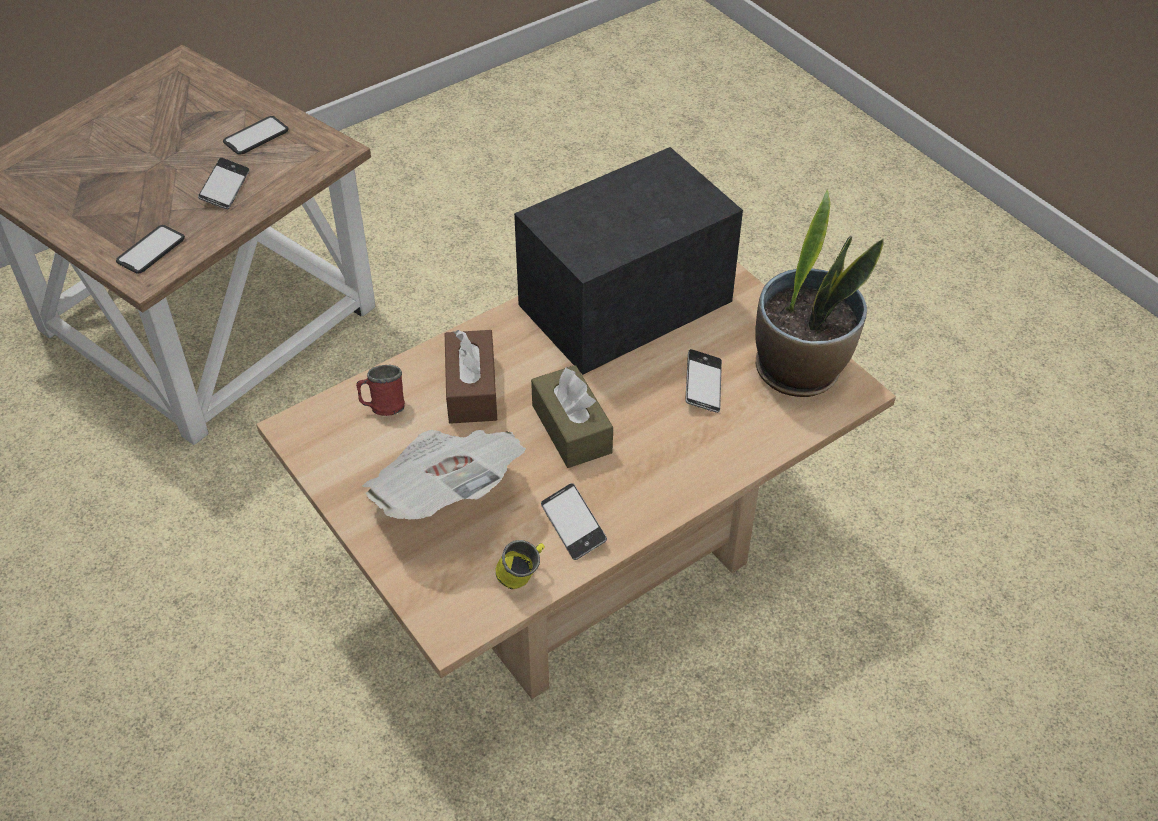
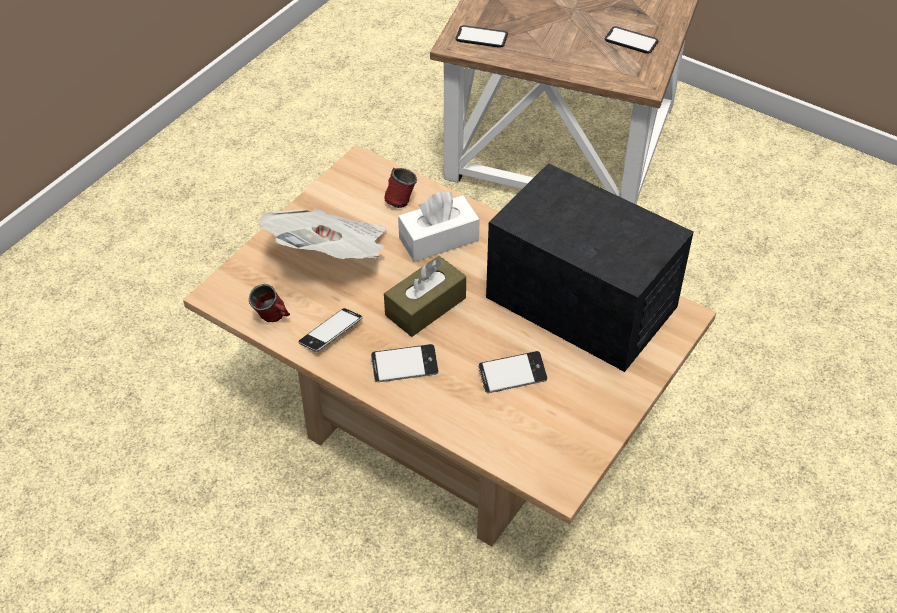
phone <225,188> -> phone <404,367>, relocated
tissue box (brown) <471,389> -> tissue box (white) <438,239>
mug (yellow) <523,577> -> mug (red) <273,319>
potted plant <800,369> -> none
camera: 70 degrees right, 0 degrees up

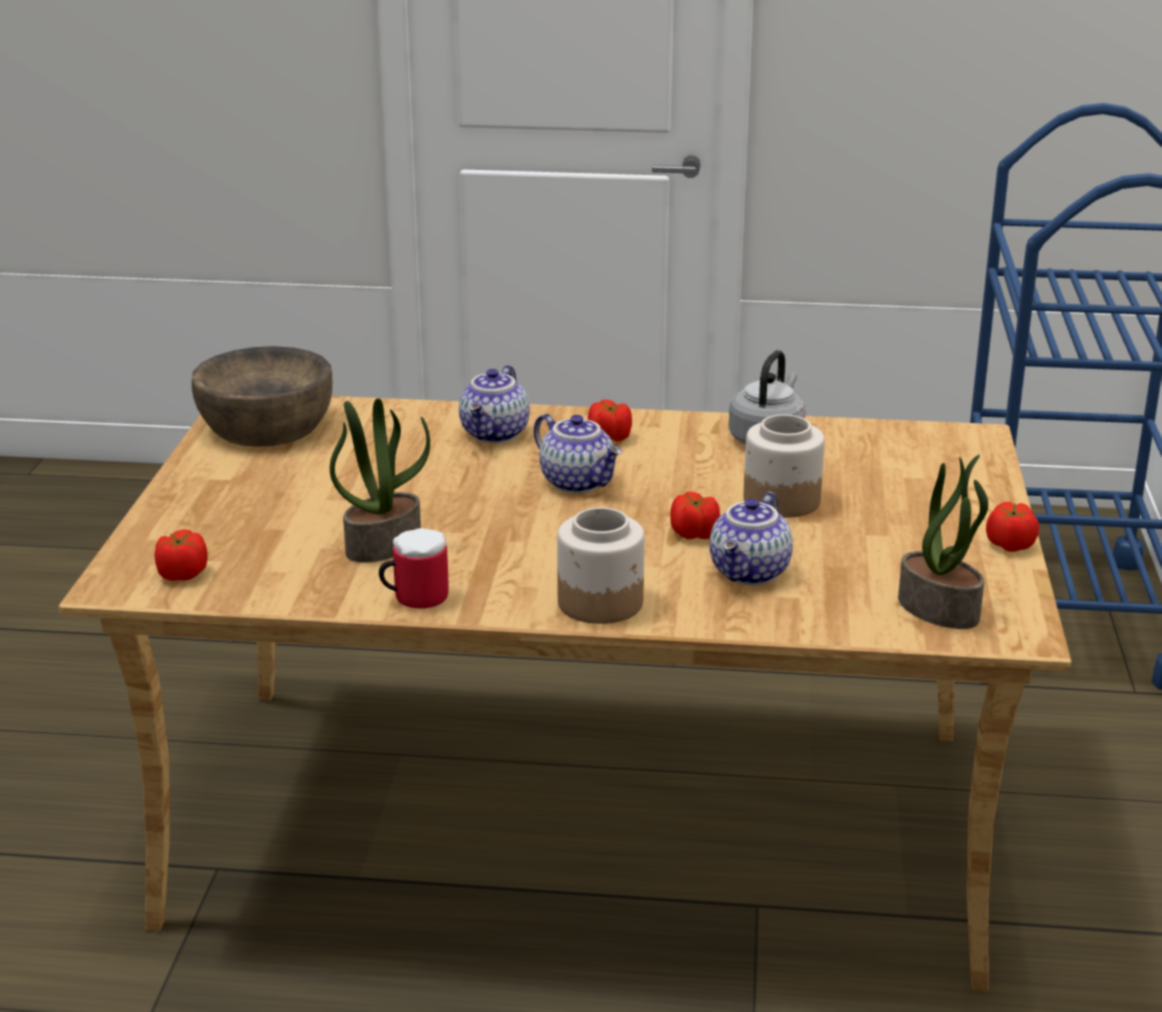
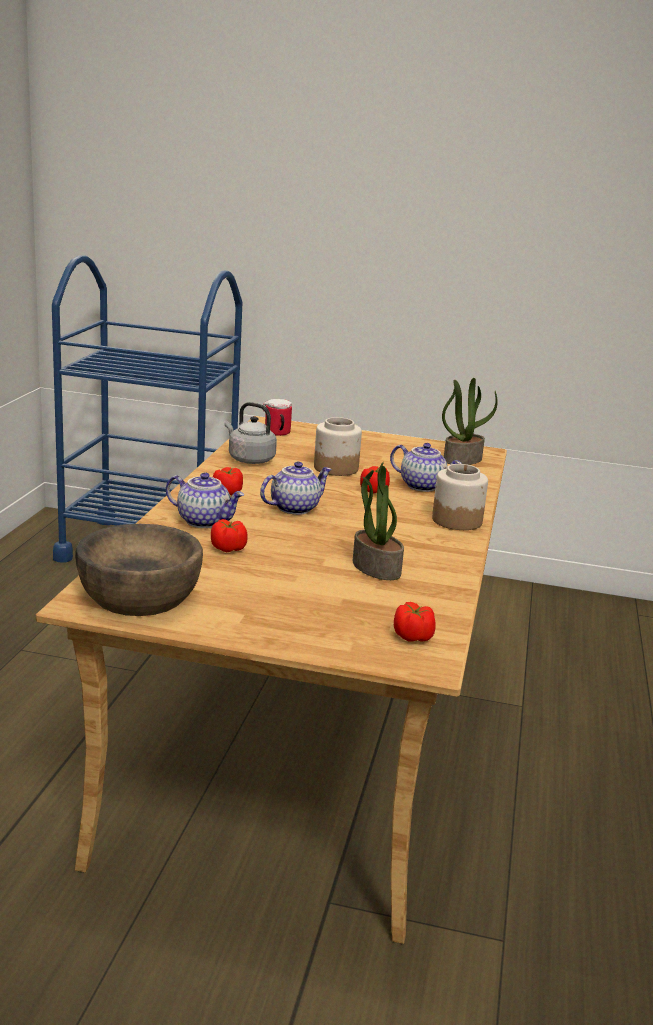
mug <413,597> -> mug <277,433>, relocated
tomato <1010,545> -> tomato <228,548>, relocated
camera: 85 degrees left, 5 degrees down

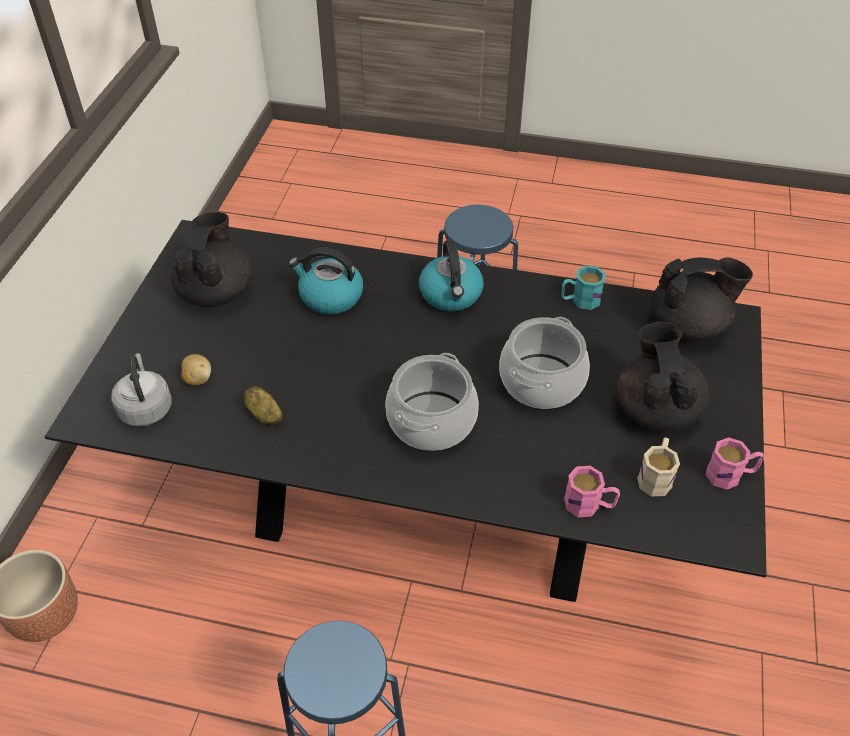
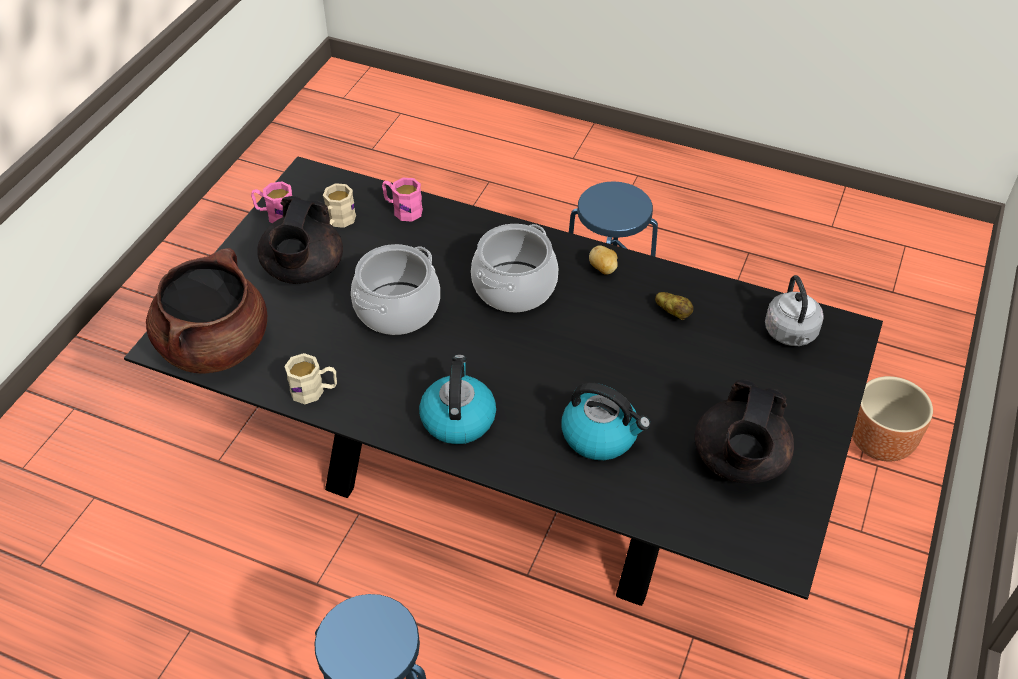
potato <197,379> -> potato <603,269>, relocated
mug (turquoise) <580,300> -> mug (beige) <314,391>
teapot (black) <689,325> -> cooking pot (brown) <215,346>
camera: 170 degrees left, 0 degrees up

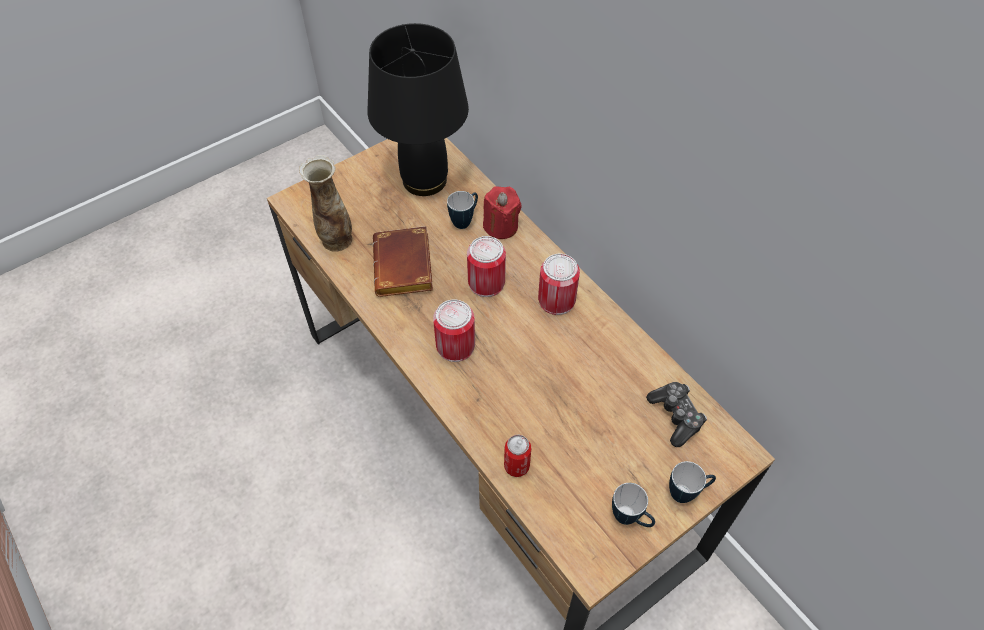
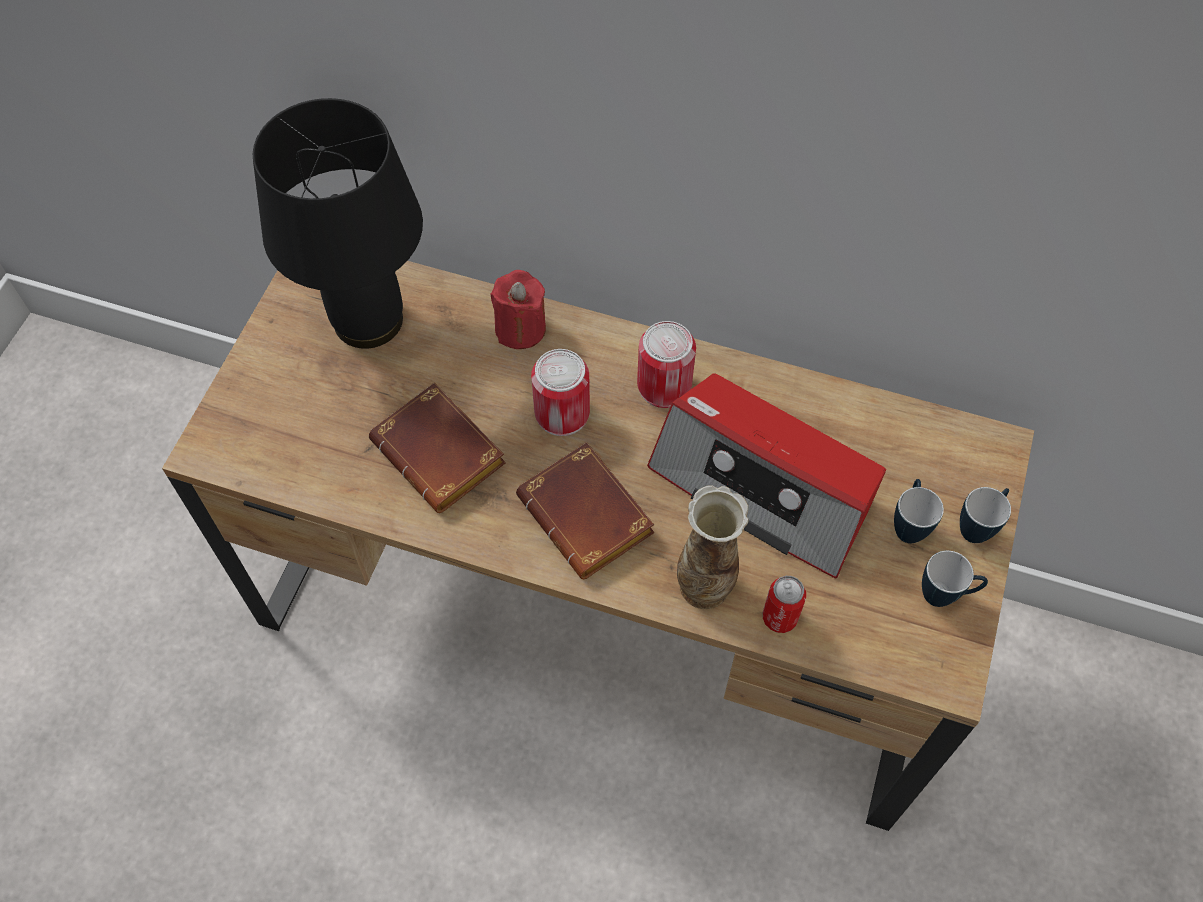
vase <336,240> -> vase <704,588>, relocated
can <455,346> -> book (brown) <590,517>
mug <465,220> -> mug <908,524>, relocated
game controller <676,416> -> none
none -> radio <764,487>
camera: 35 degrees left, 5 degrees up

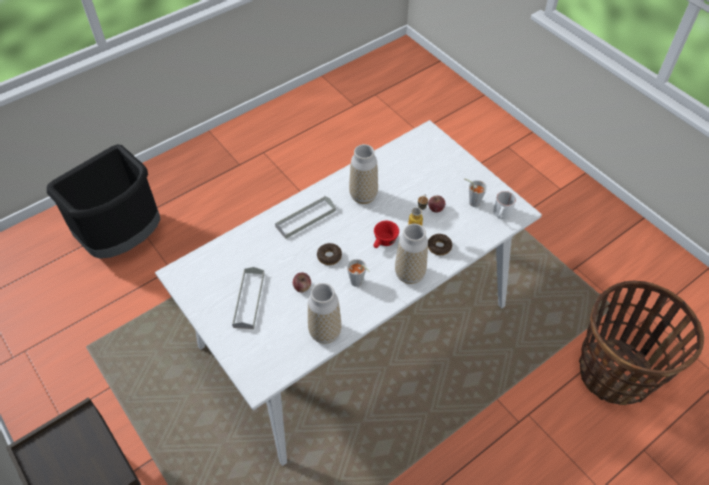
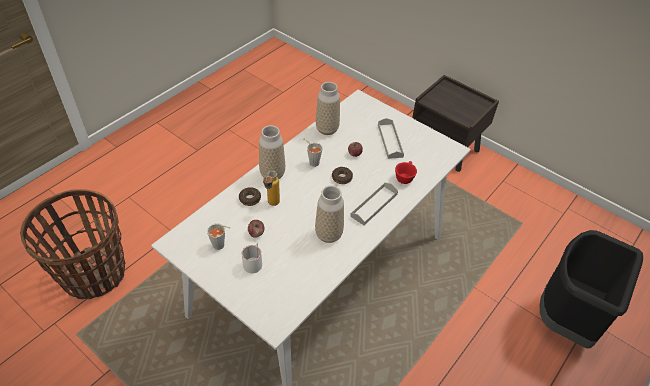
cup (red) <384,242> -> cup (red) <404,177>, relocated
mug (white) <502,215> -> mug (white) <253,262>, relocated
camera: 165 degrees right, 5 degrees down

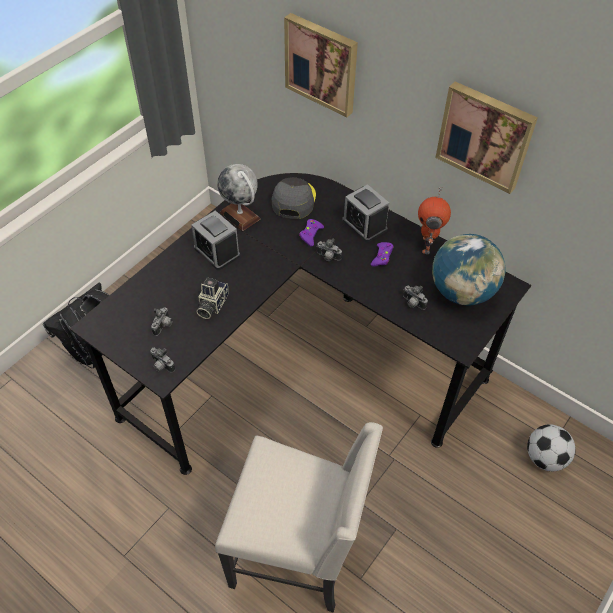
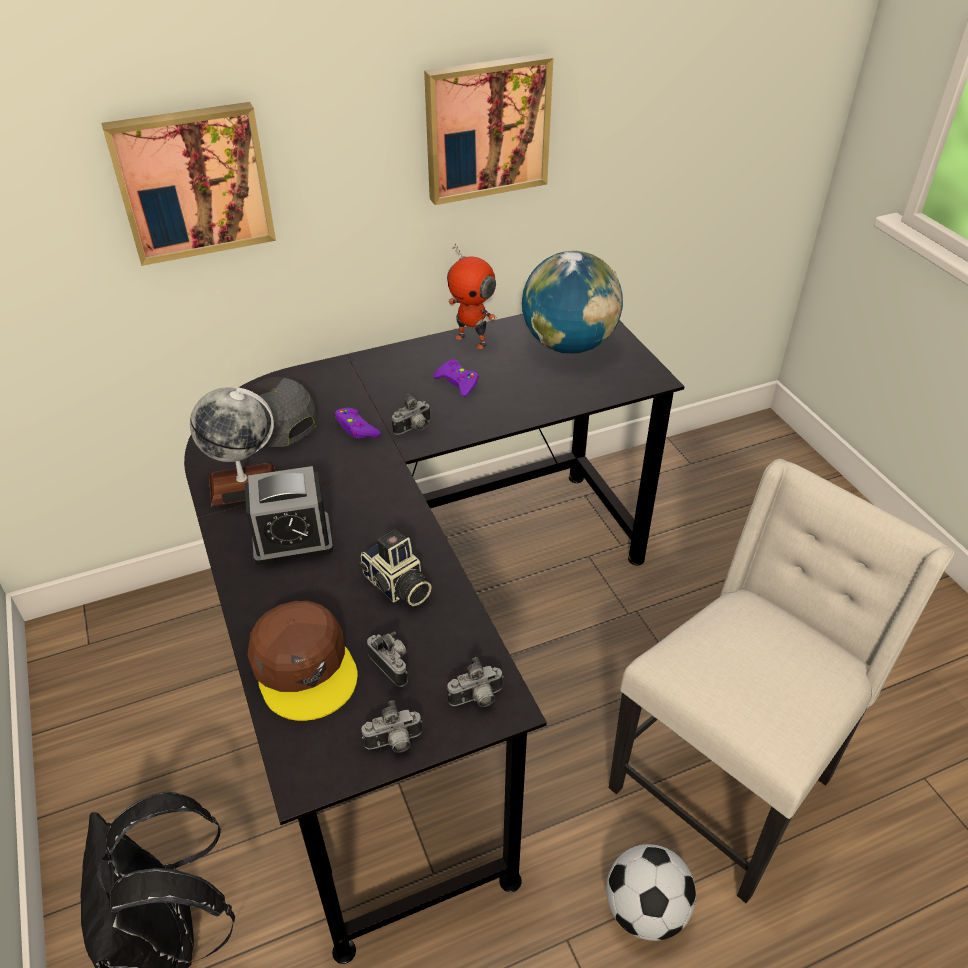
alarm clock <364,225> -> none
photo camera <412,303> -> photo camera <394,743>, relocated
football <544,458> -> football <644,911>, relocated
none -> cap (brown) <304,666>
camera: 60 degrees left, 10 degrees down

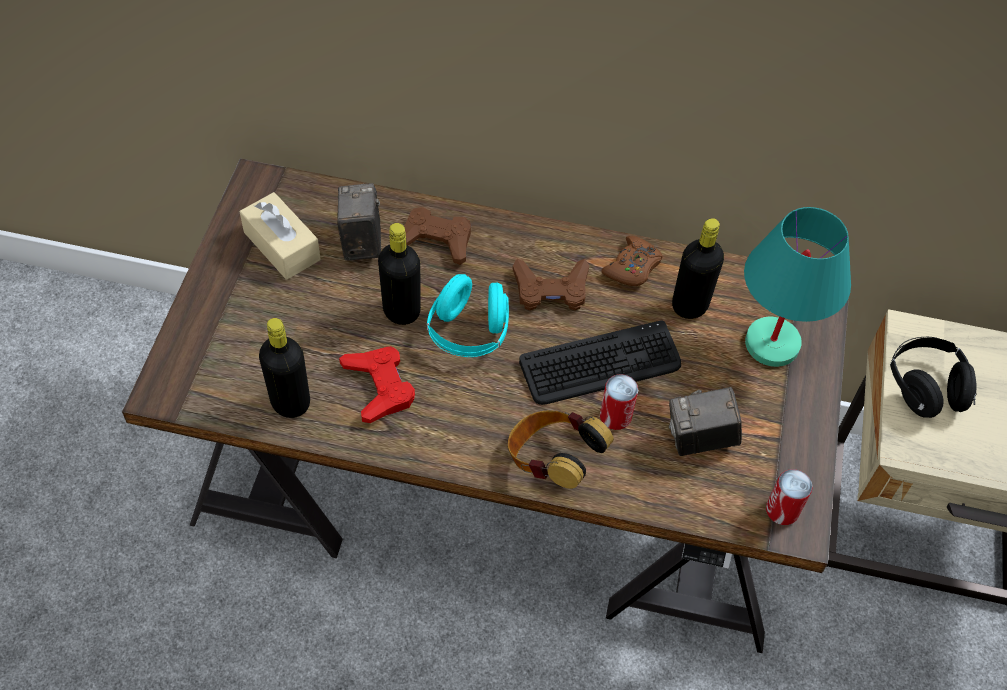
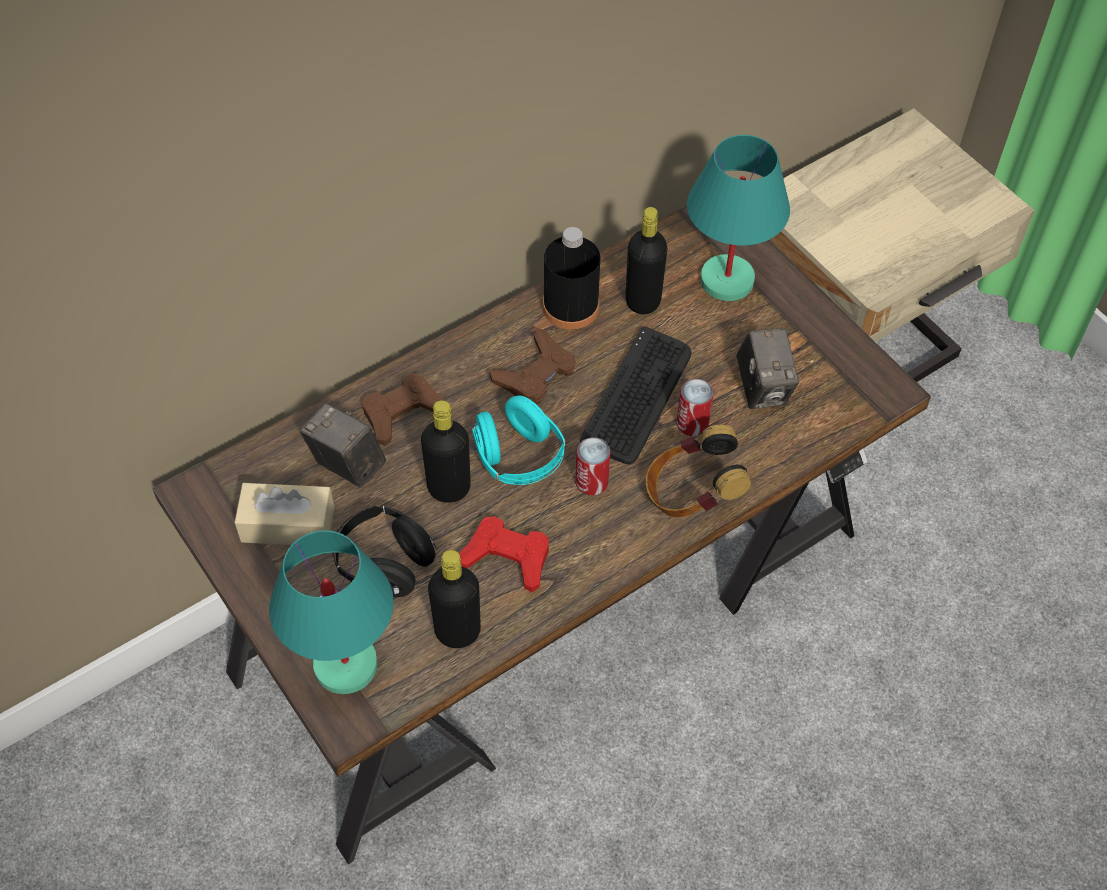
game controller (brown) <632,267> -> bottle (black) <570,307>
photo camera <700,439> -> photo camera <763,388>, 45 degrees counterclockwise
can <782,510> -> can <591,482>, relocated
headphones (black) <925,388> -> headphones (black) <384,564>, relocated
none -> table lamp (turquoise) <344,666>
camera: 45 degrees left, 0 degrees up

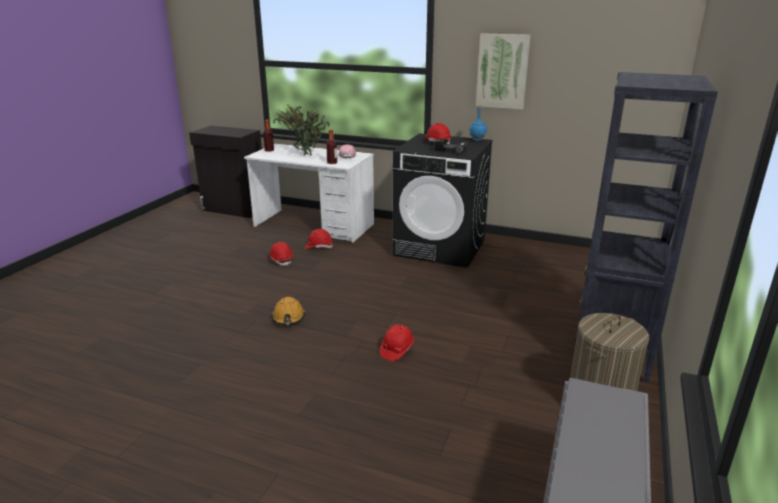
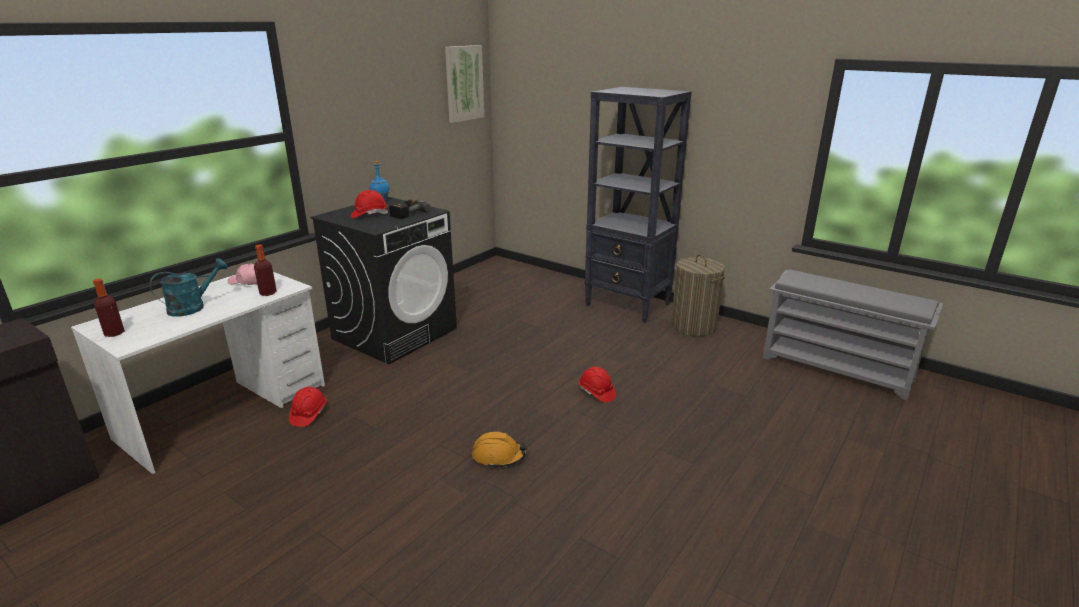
hard hat (red) <281,260> -> none
potted plant <305,154> -> watering can (turquoise) <193,307>
picture <502,71> -> picture <464,83>, relocated
camera: 75 degrees left, 0 degrees up

